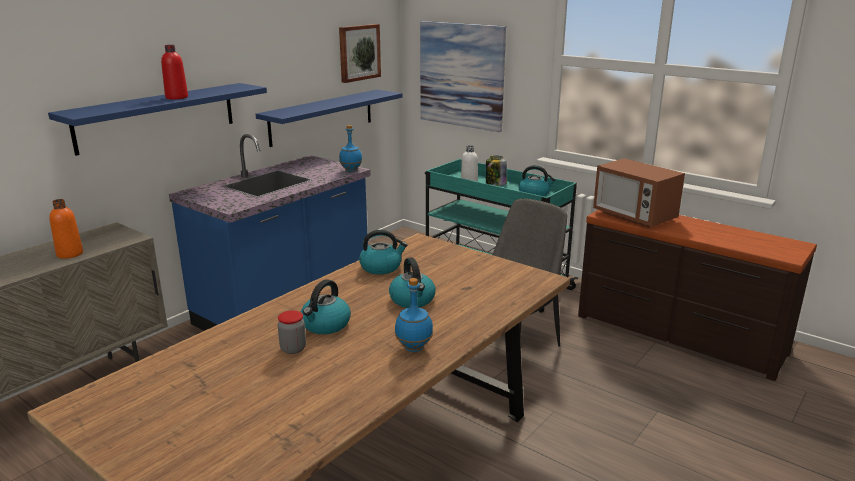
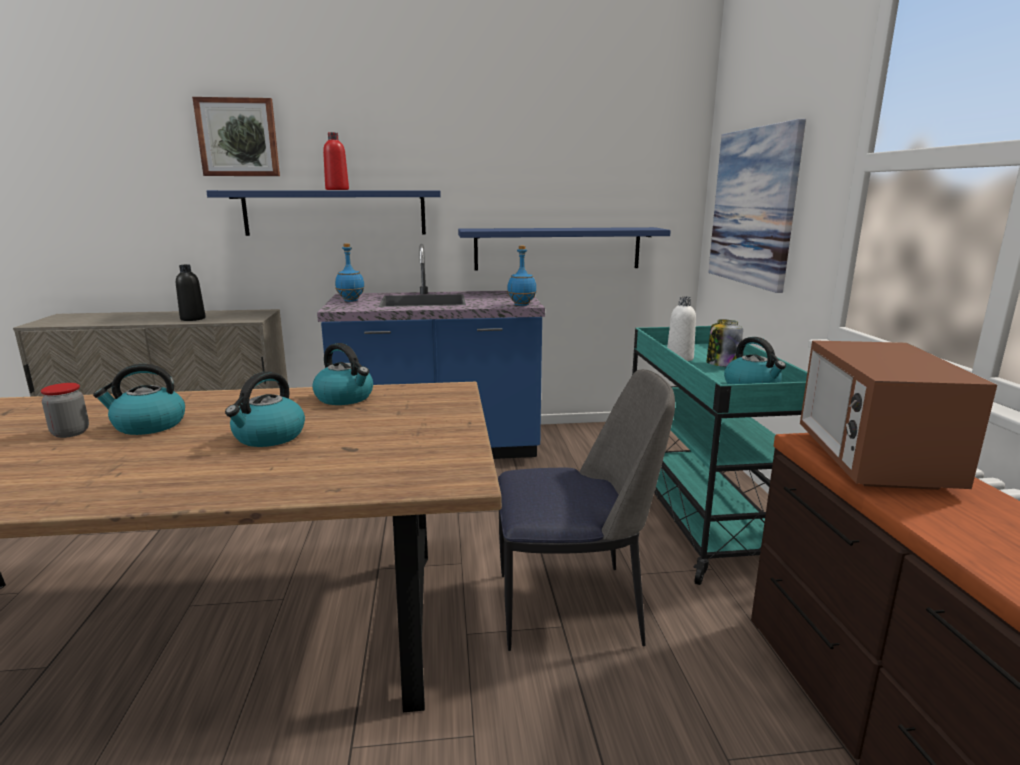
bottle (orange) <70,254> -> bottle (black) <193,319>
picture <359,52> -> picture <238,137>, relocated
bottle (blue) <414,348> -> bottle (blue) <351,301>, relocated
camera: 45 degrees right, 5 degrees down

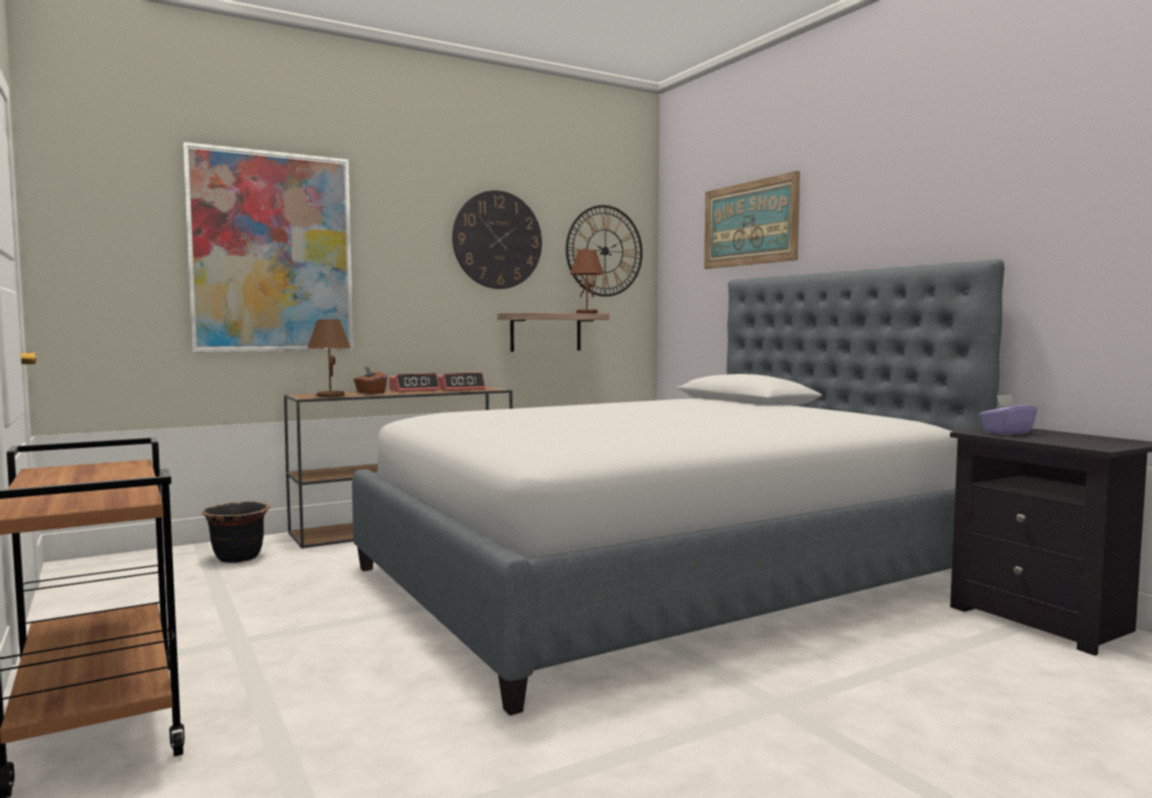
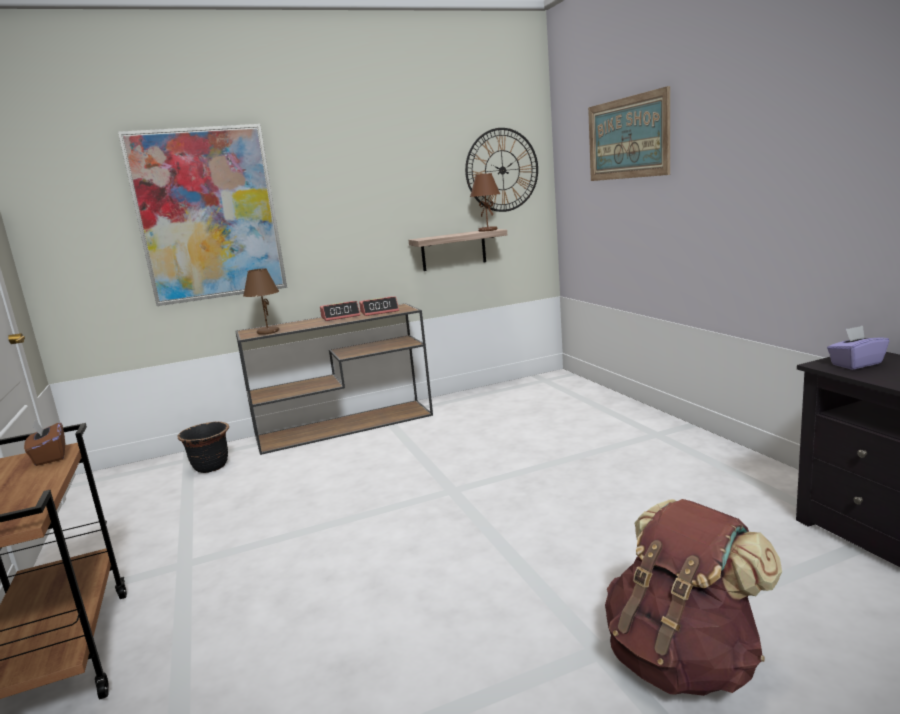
bed <661,577> -> none
tissue box (brown) <370,393> -> tissue box (brown) <49,457>, relocated
wall clock <497,240> -> none
none -> backpack (brown) <683,660>
camera: 10 degrees right, 10 degrees up

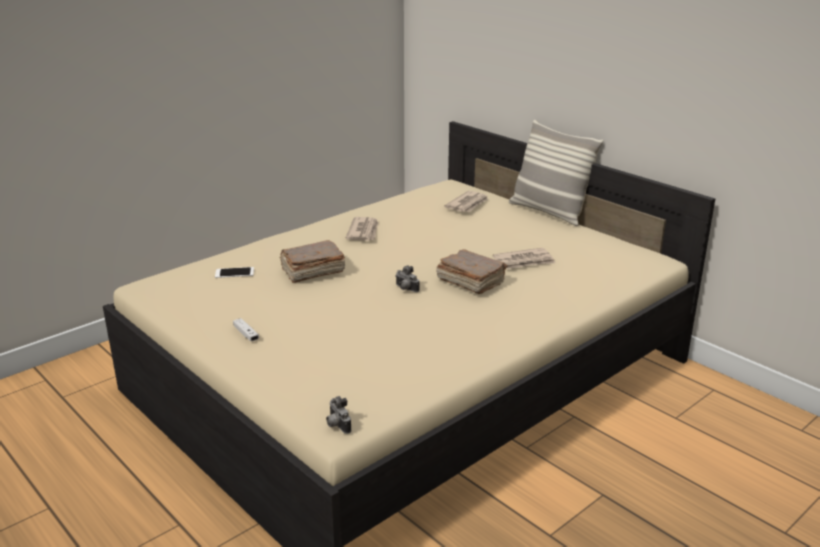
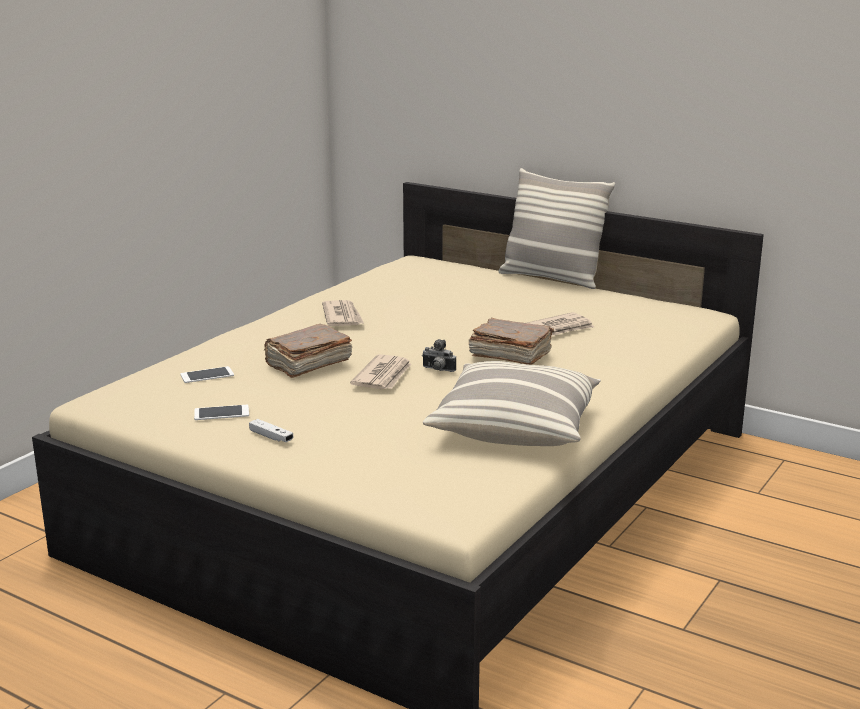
photo camera <337,425> -> none
newspaper <468,204> -> newspaper <383,376>, relocated
none -> phone <221,413>
none -> pillow <515,427>
camera: 15 degrees left, 5 degrees down

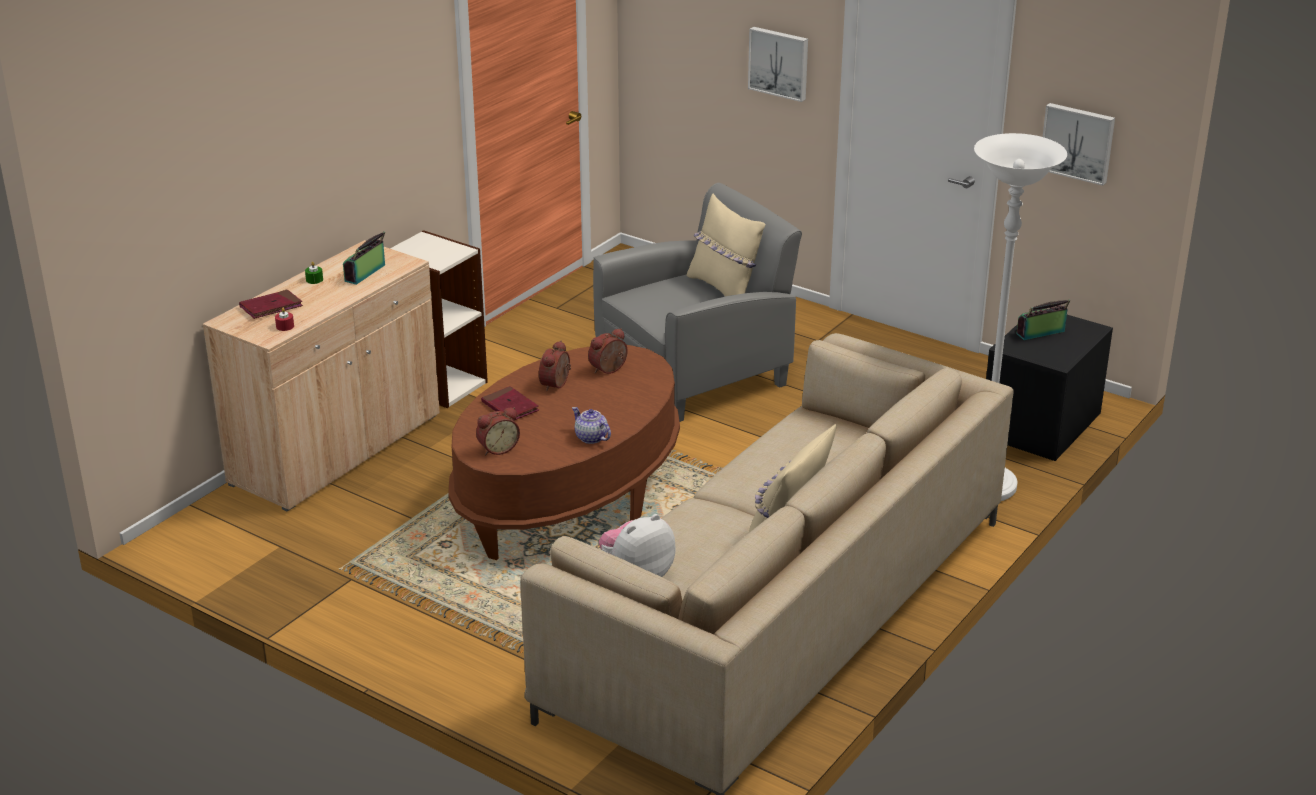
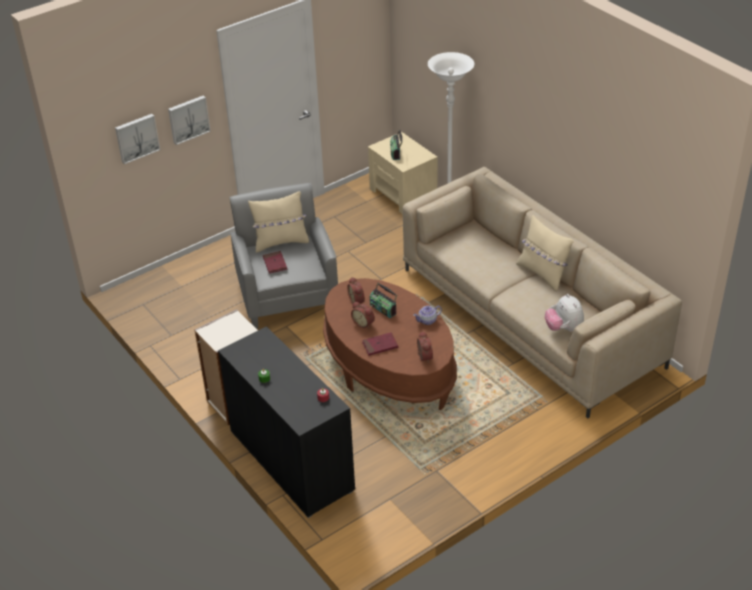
cabinet (beige) <337,450> -> cabinet (black) <291,460>
book (red) <271,307> -> book (red) <275,263>, relocated
radio <366,273> -> radio <383,309>, relocated
nightstand (black) <1040,425> -> nightstand (beige) <403,194>
picture <1078,142> -> picture <136,138>, relocated
camera: 70 degrees left, 10 degrees up

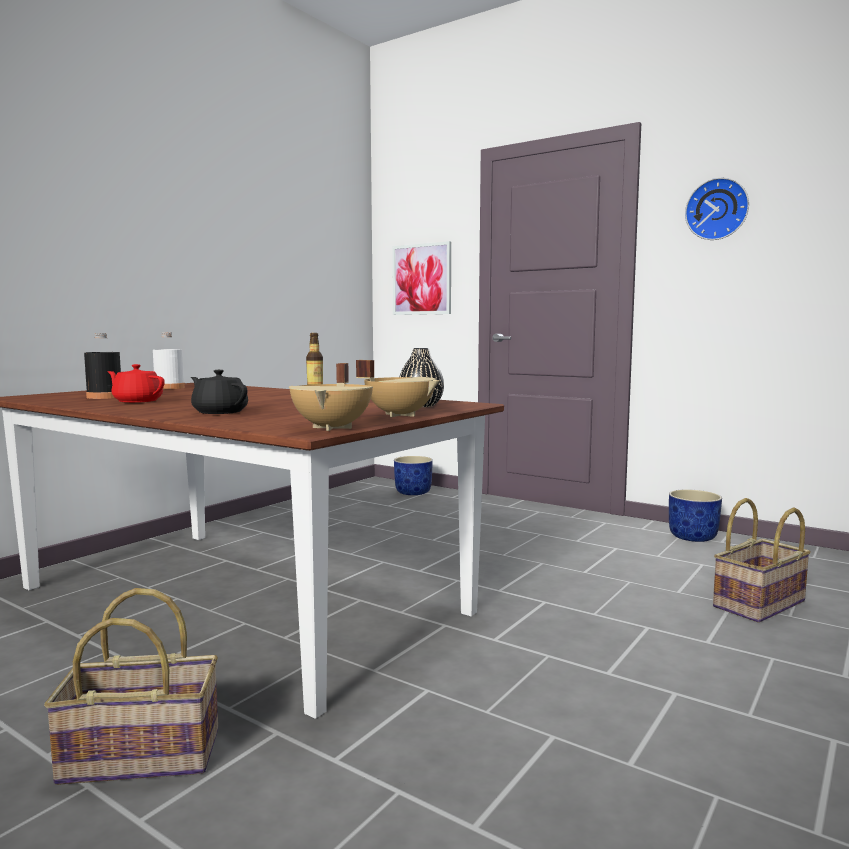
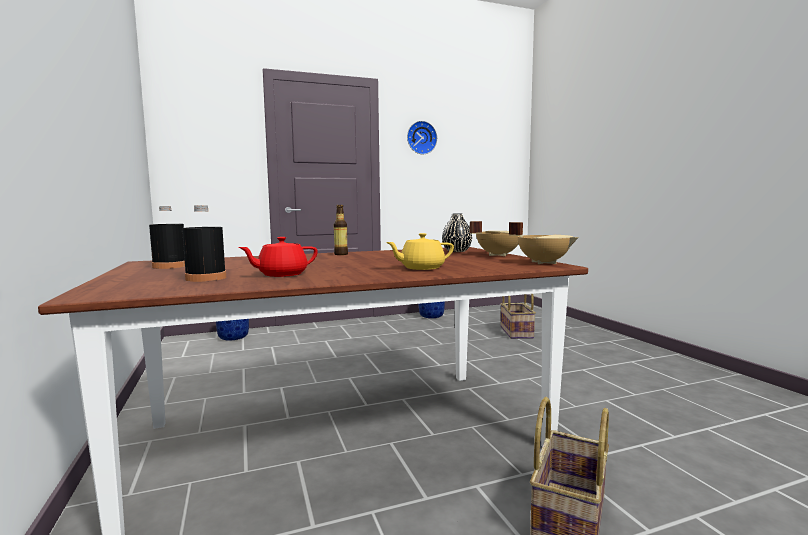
bottle (white) <169,388> -> bottle (black) <170,266>
teapot (black) <219,412> -> teapot (yellow) <421,268>
picture <422,279> -> none
camera: 55 degrees left, 0 degrees up

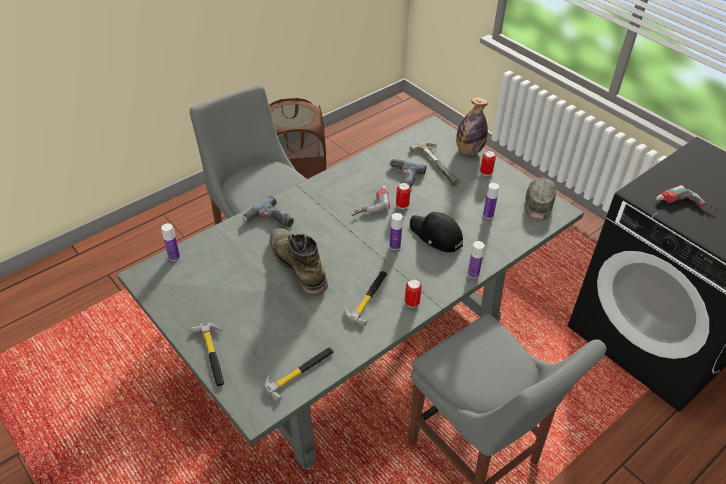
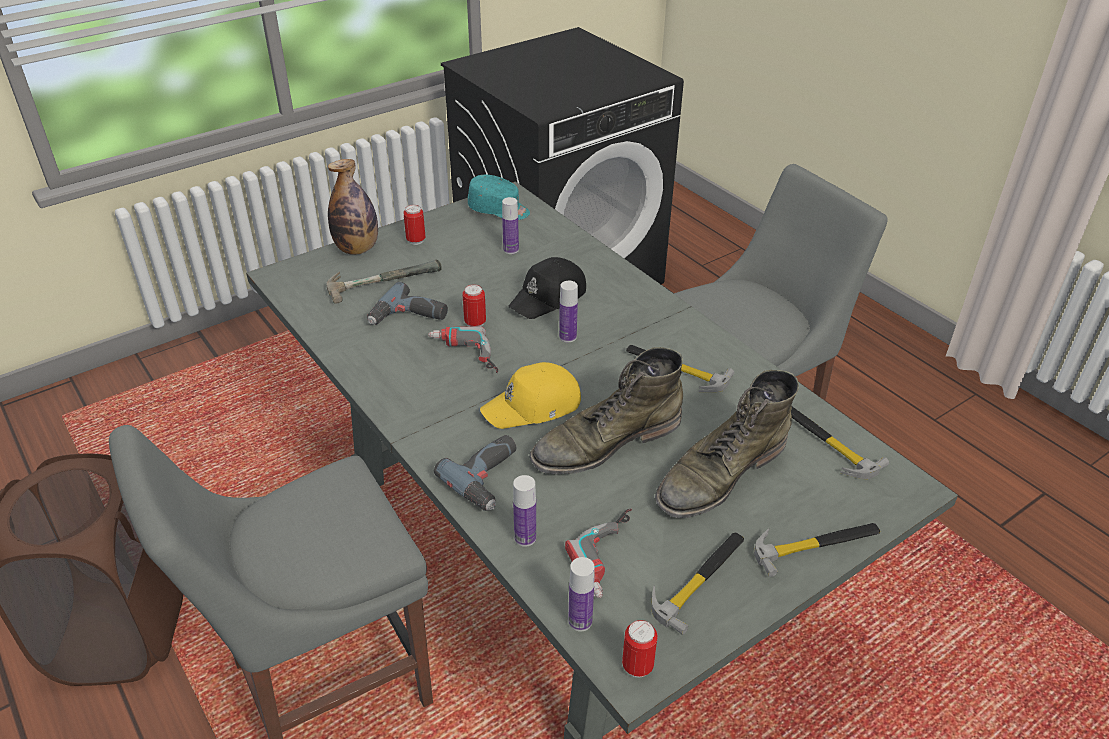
can <412,303> -> can <637,666>, relocated
bottle <473,274> -> bottle <525,538>, relocated
cap (grey) <538,206> -> cap (turquoise) <499,210>
power drill <684,206> -> power drill <612,557>, relocated
none -> cap (yellow) <533,407>
none -> hammer <699,579>
none -> boot (green) <720,474>
camera: 85 degrees left, 5 degrees down

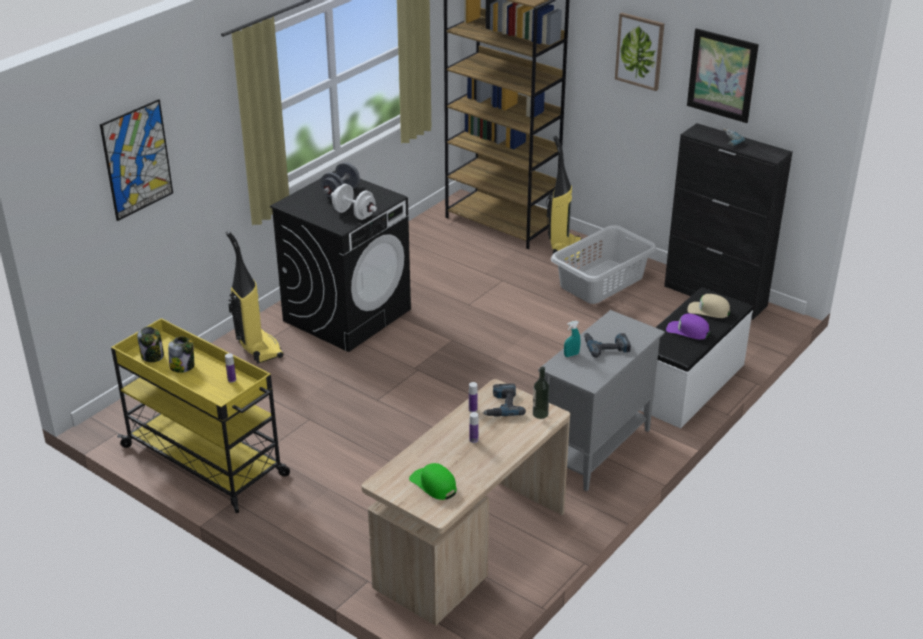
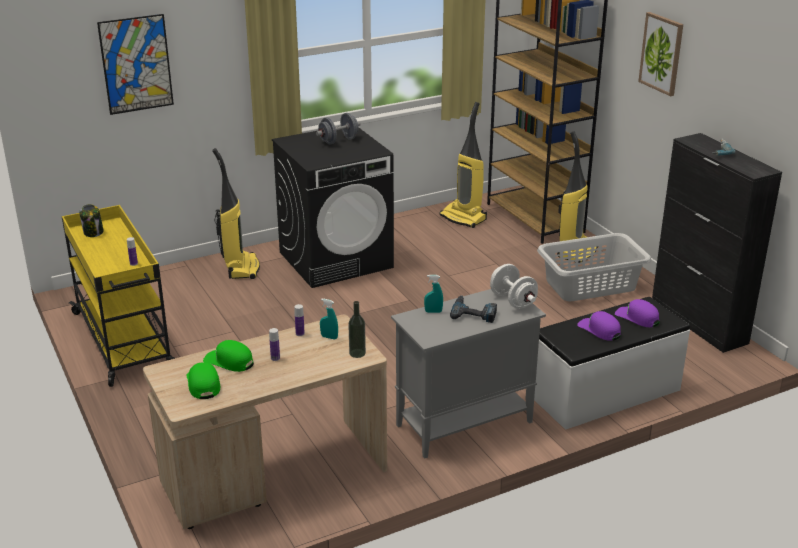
jar <182,366> -> none
dumbbell (white) <354,214> -> dumbbell (white) <513,300>, relocated
power drill <502,405> -> spray bottle (turquoise) <329,337>
picture <722,75> -> none
cap (beige) <708,310> -> cap (purple) <637,317>
none -> cap (green) <229,361>
none -> vacuum cleaner <464,218>
camera: 25 degrees right, 5 degrees down

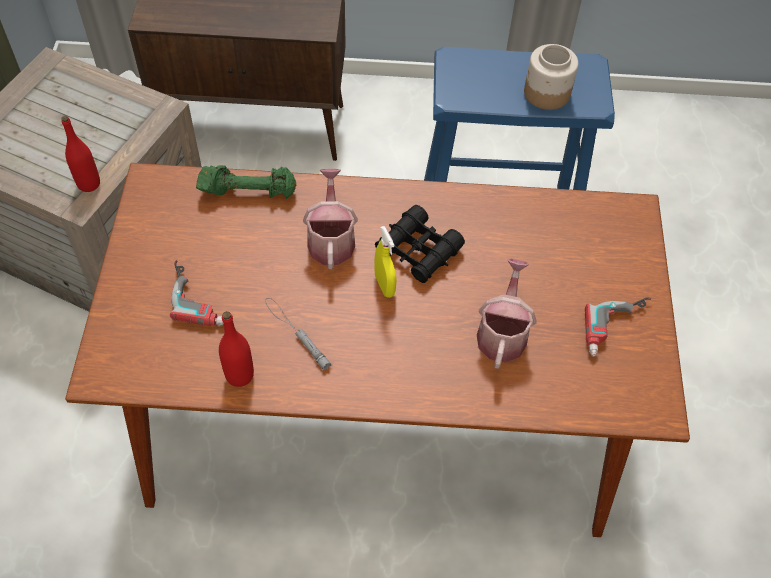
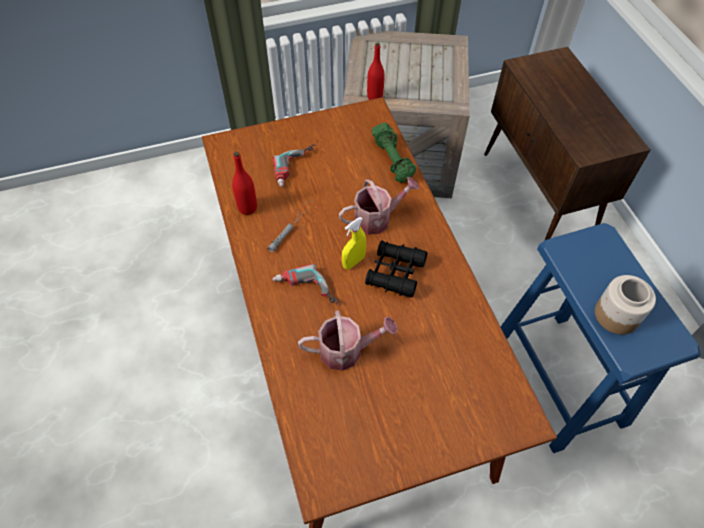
power drill <618,330> -> power drill <305,293>, relocated
camera: 70 degrees right, 0 degrees up

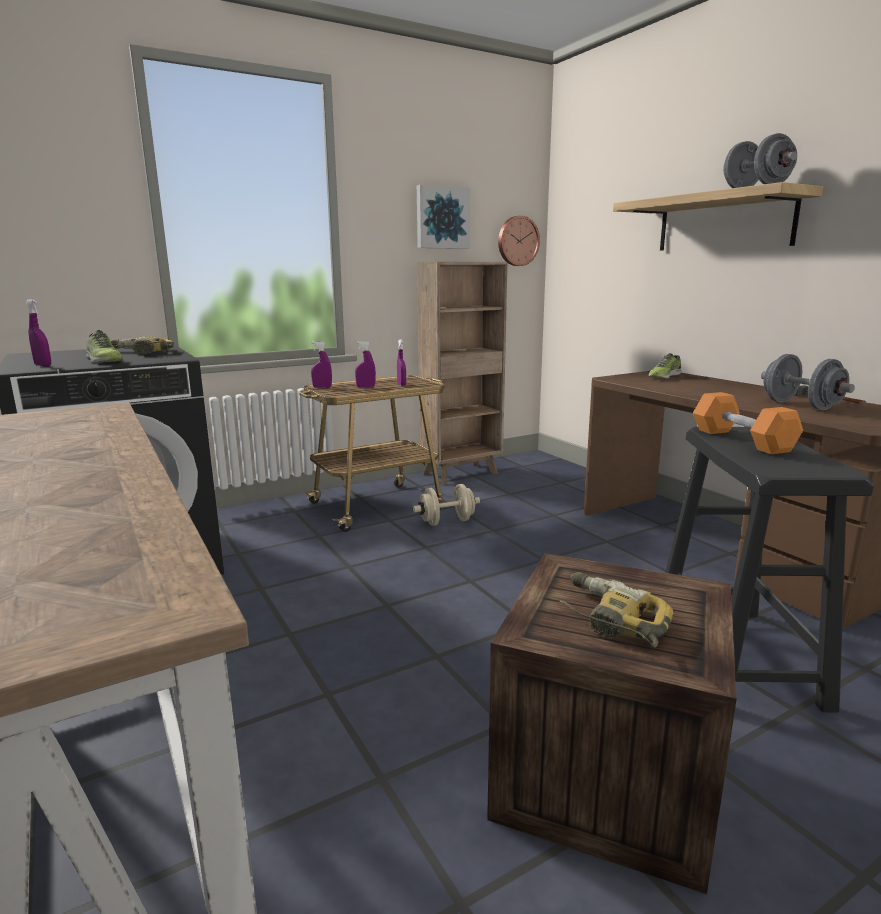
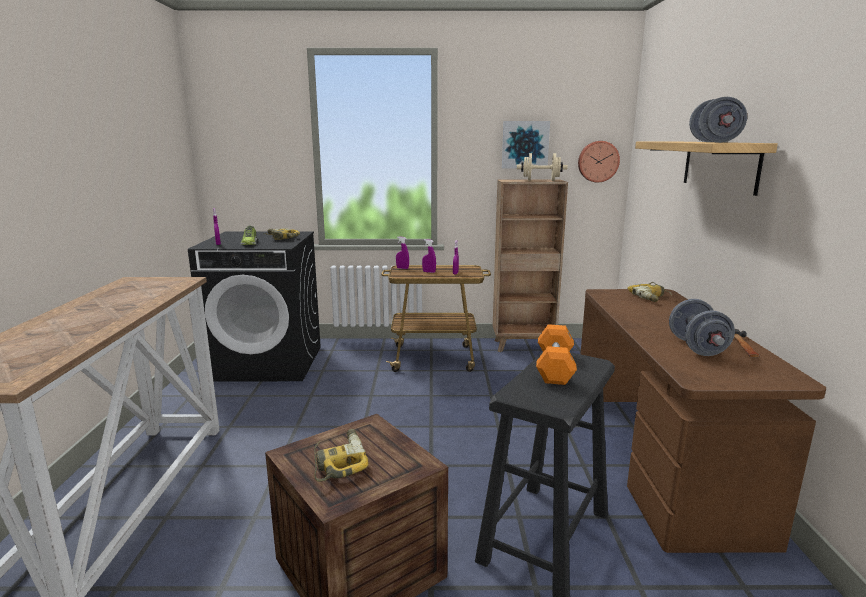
dumbbell (beige) <447,522> -> dumbbell (beige) <541,180>, relocated
shoe <663,376> -> power drill <651,297>
camera: 30 degrees right, 0 degrees up

